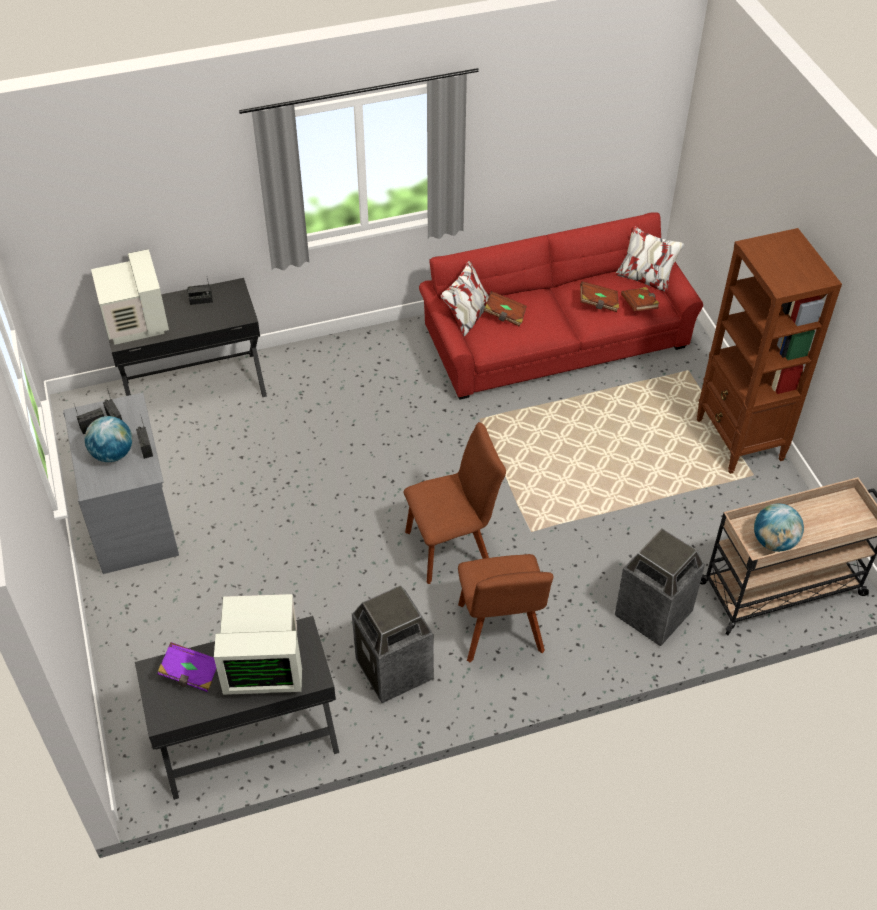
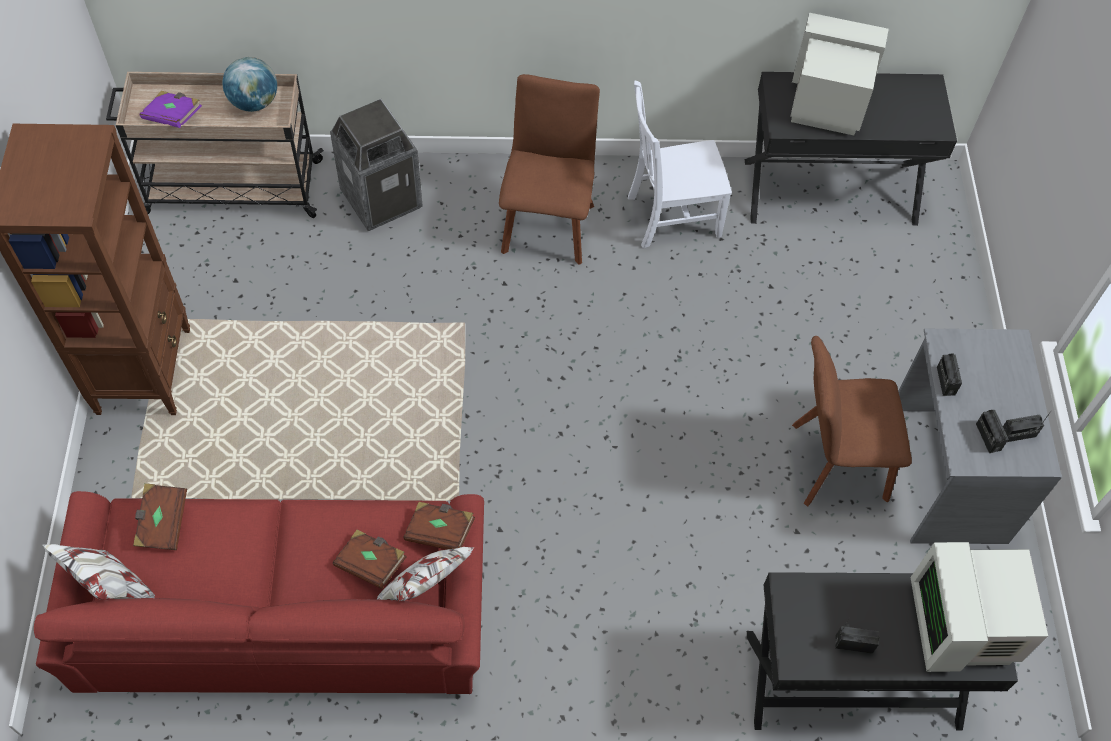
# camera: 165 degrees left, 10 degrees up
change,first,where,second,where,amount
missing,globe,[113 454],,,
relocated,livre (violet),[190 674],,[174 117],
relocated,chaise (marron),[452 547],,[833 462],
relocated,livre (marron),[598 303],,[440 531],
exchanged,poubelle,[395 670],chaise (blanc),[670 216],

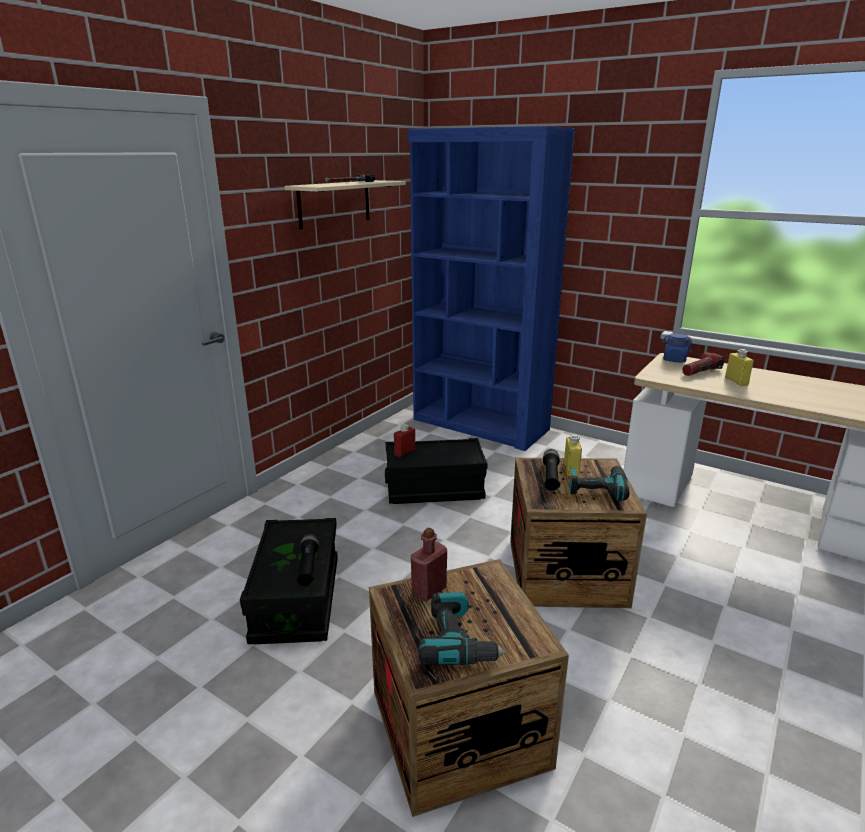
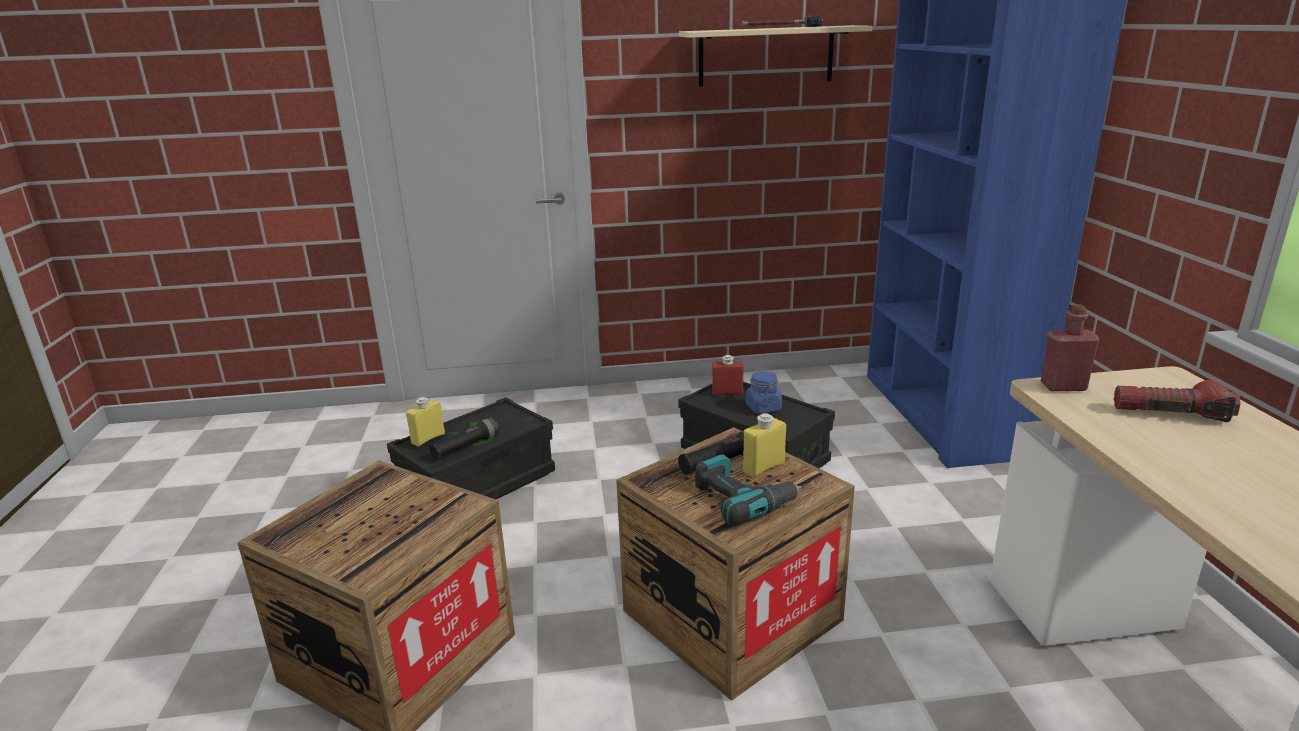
# camera: 50 degrees right, 0 degrees up
change,first,where,second,where,amount
missing,perceuse,[459 641],,,
relocated,bouteille (rouge),[429 591],,[1063 386],
relocated,bocal (bleu),[674 360],,[763 407],
relocated,bouteille (jaune),[736 381],,[428 438],

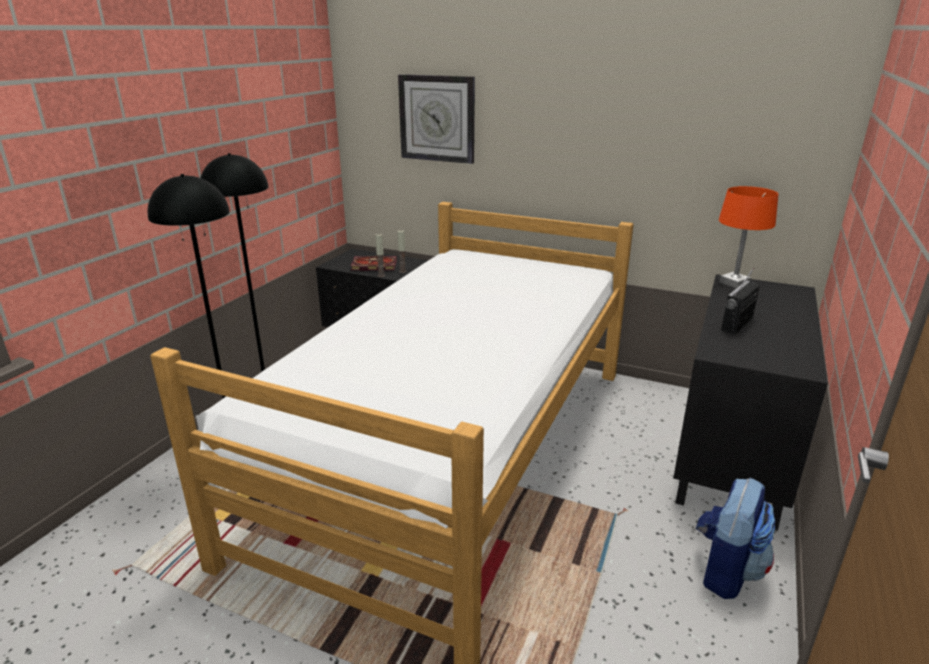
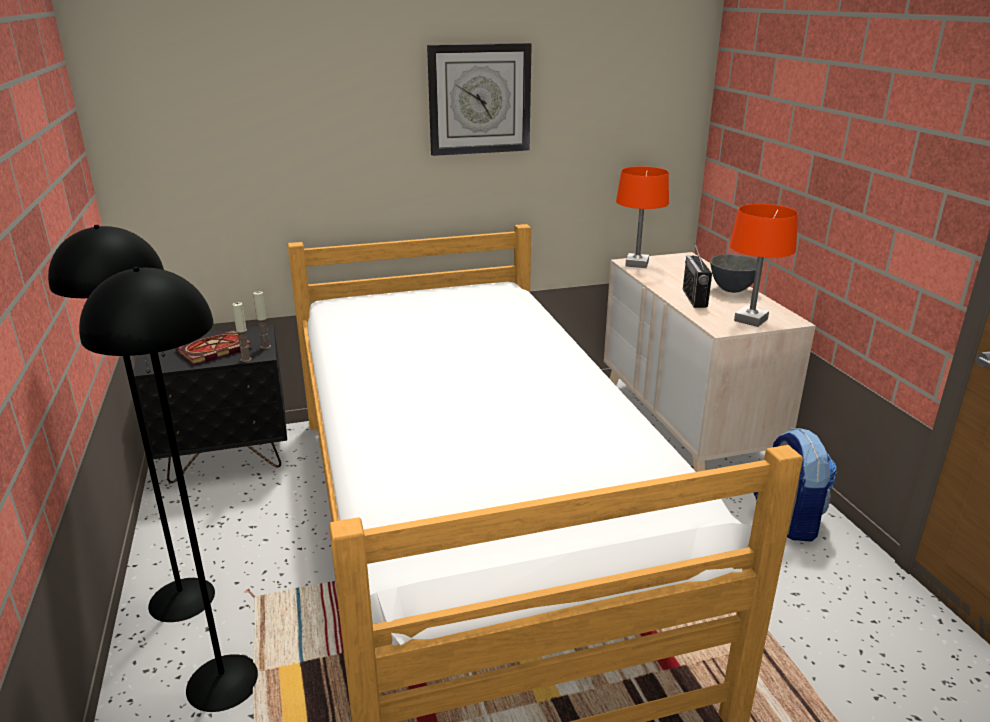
# camera: 40 degrees left, 0 degrees up
change,first,where,second,where,amount
appeared,,,bol (gris),[731 290],
appeared,,,lampe de table (orange),[750 320],
relocated,horloge murale,[437 118],,[479 99],
colour,commode (noir),[732 453],commode (beige),[685 424],

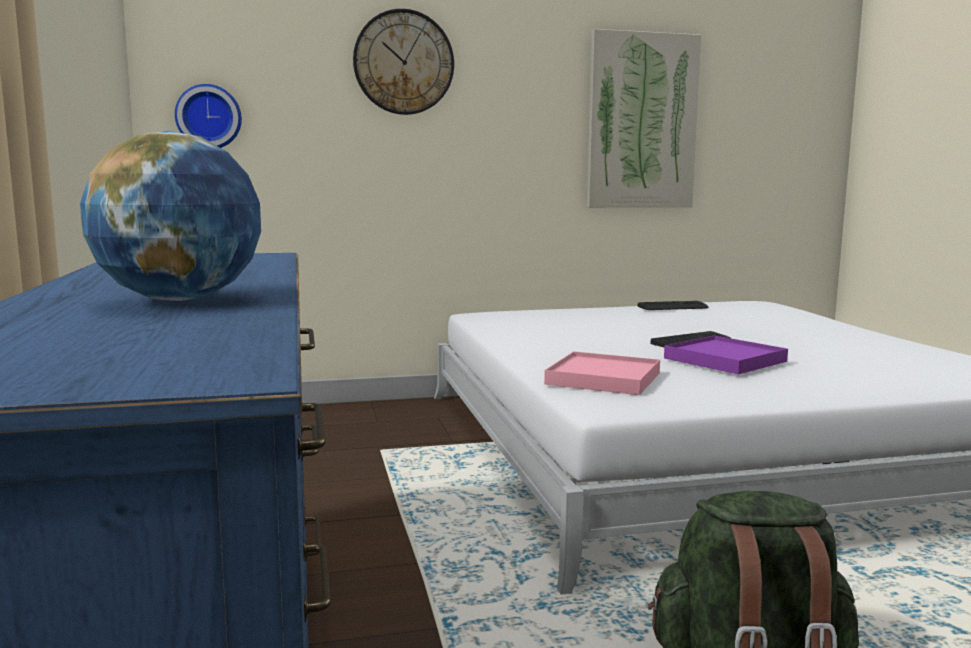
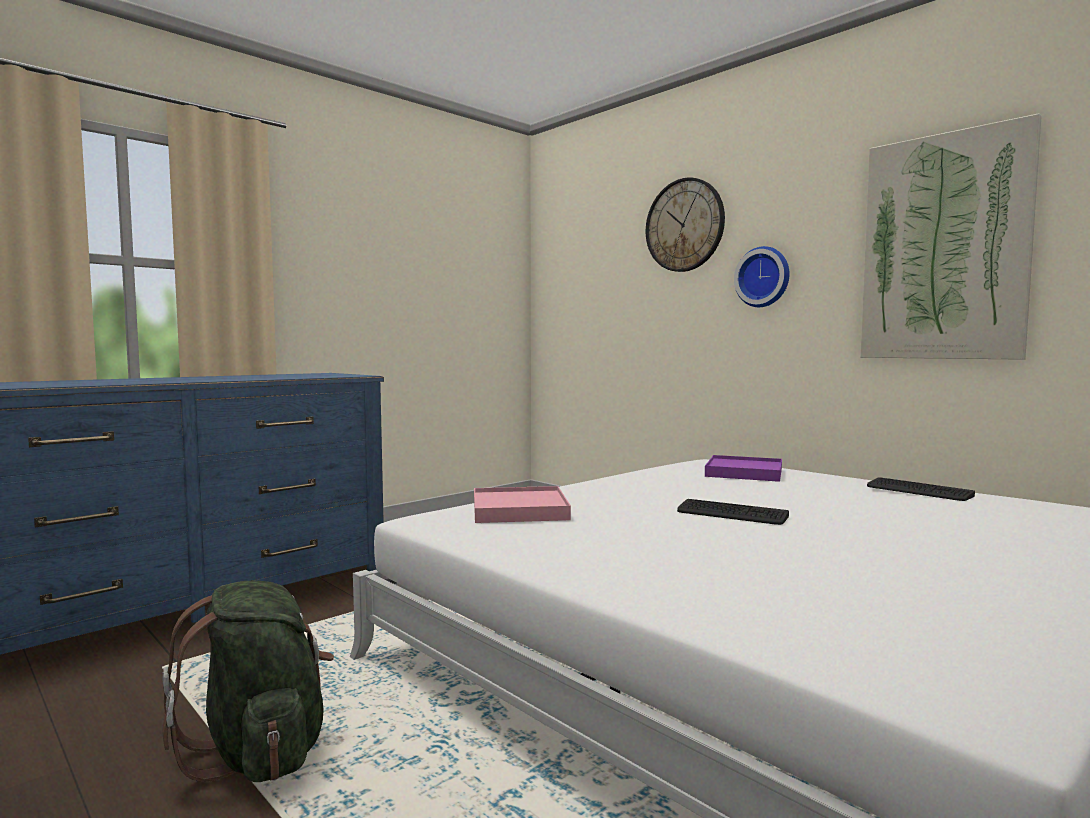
# camera: 60 degrees right, 5 degrees down
change,first,where,second,where,amount
missing,globe,[181 300],,,
relocated,horloge murale,[209 117],,[763 277],
relocated,plateau (violet),[725 360],,[744 472],

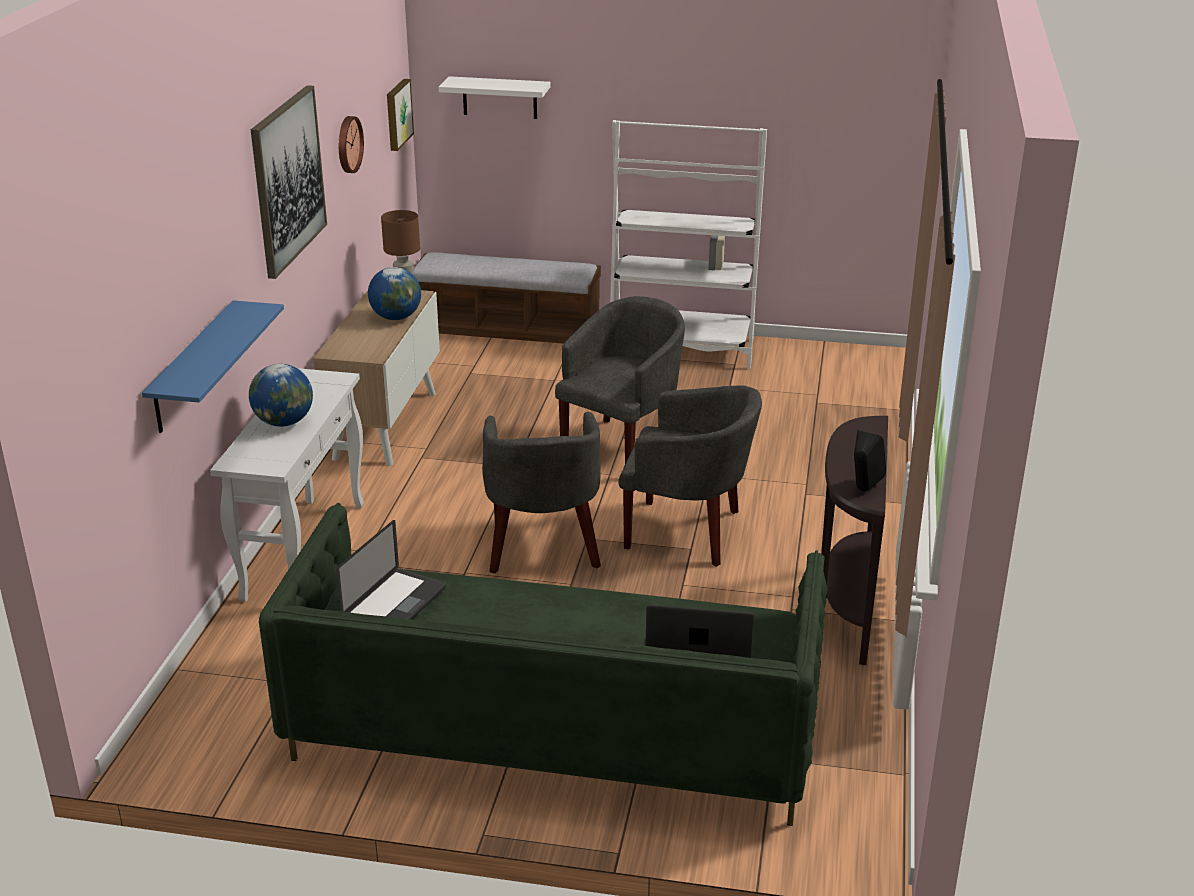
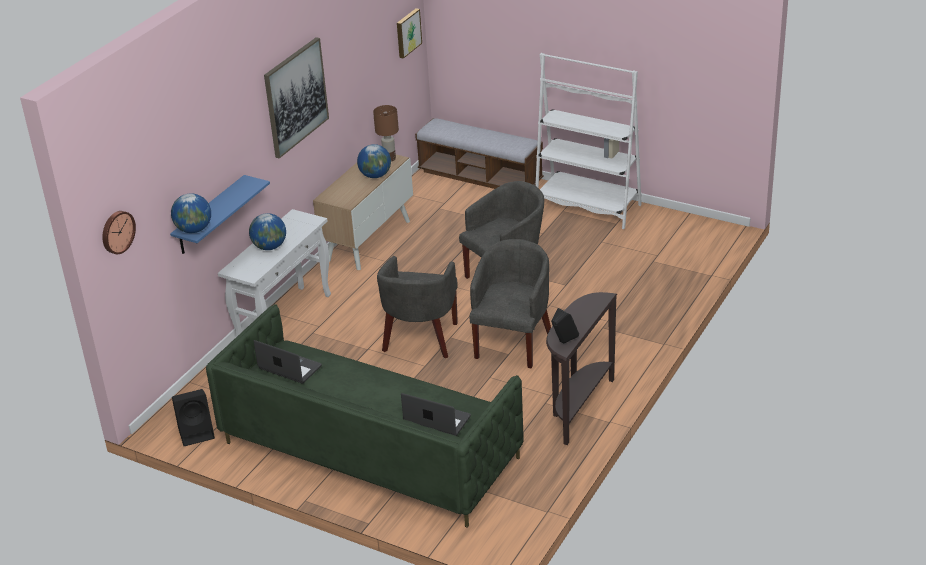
# camera: 20 degrees right, 5 degrees up
change,first,where,second,where,amount
missing,étagère (blanc),[499 97],,,
appeared,,,globe,[194 230],
appeared,,,enceinte (noir),[197 432],
relocated,horloge murale,[348 144],,[117 232],
spun,ordinateur portable,[395 604],,[290 367],105 degrees counterclockwise
spun,fauteuil (gris),[688 532],,[513 343],105 degrees counterclockwise

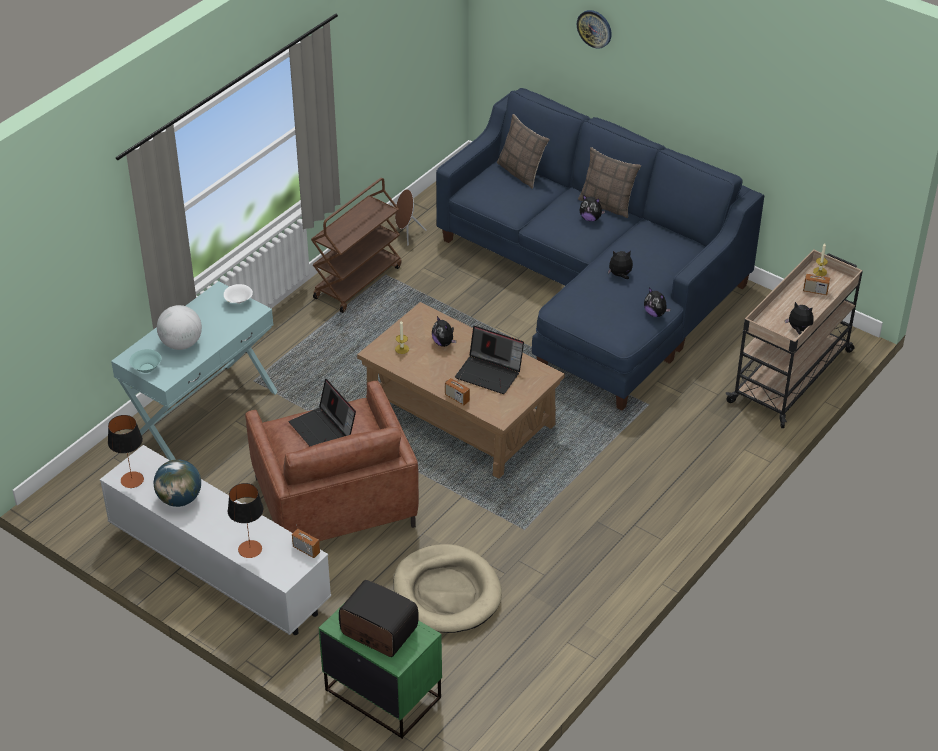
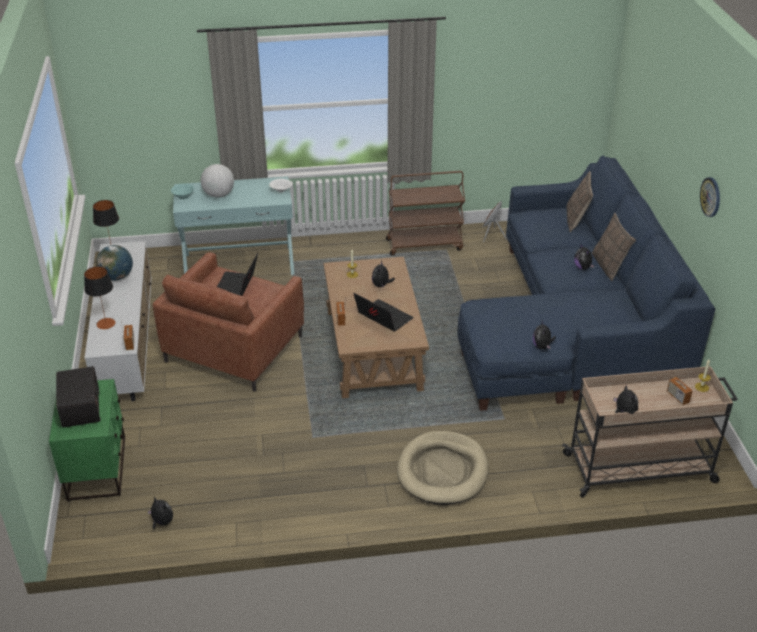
# camera: 45 degrees right, 5 degrees down
change,first,where,second,where,amount
relocated,panier pour chien (beige),[447 592],,[443 471],
relocated,horloge murale,[594 28],,[711 197],
relocated,peluche,[620 275],,[162 522],
spun,ordinateur portable,[490 373],,[382 318],150 degrees clockwise

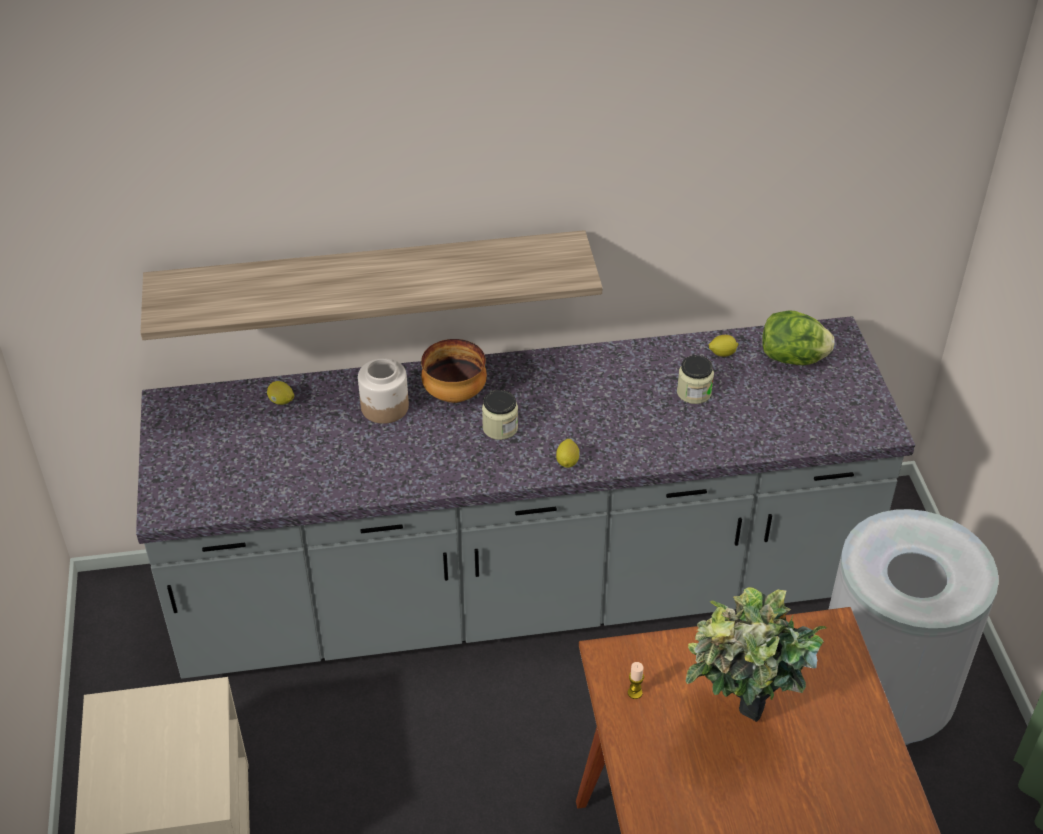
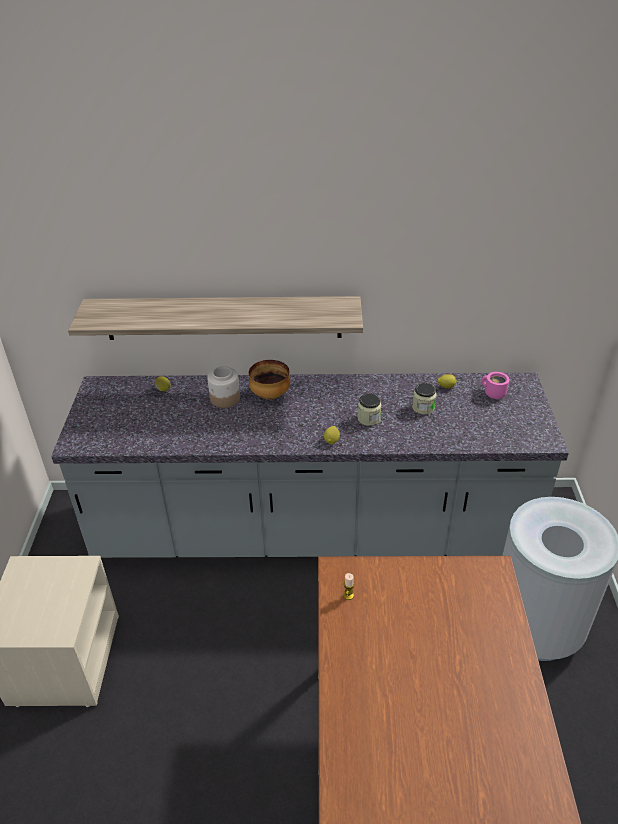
# camera: 10 degrees right, 5 degrees down
change,first,where,second,where,amount
missing,plante en pot,[735 735],,,
relocated,bocal,[500 428],,[368 418],
exchanged,laitue,[793 358],mug (rose),[492 393],

